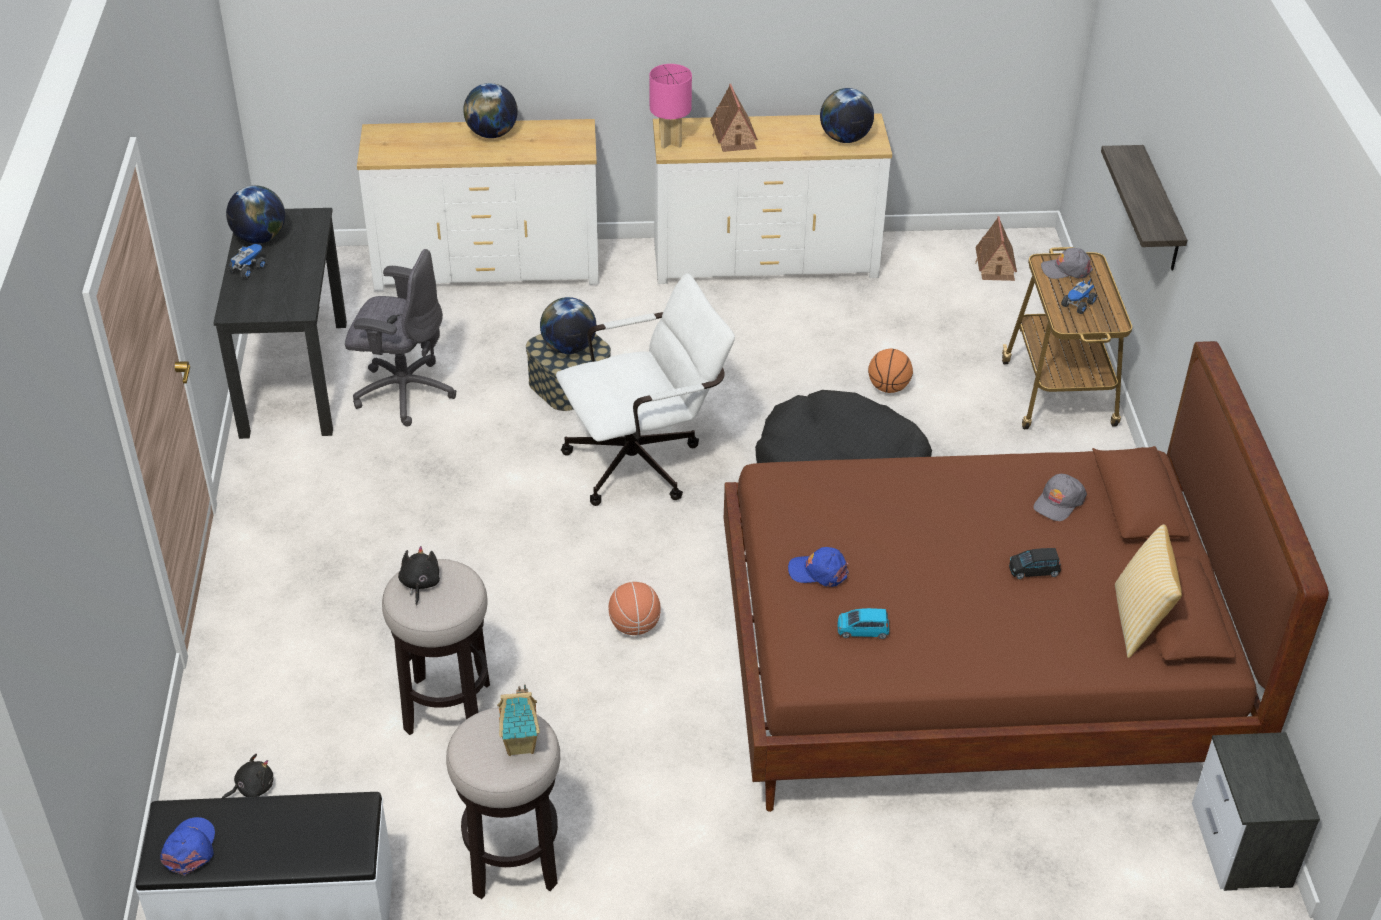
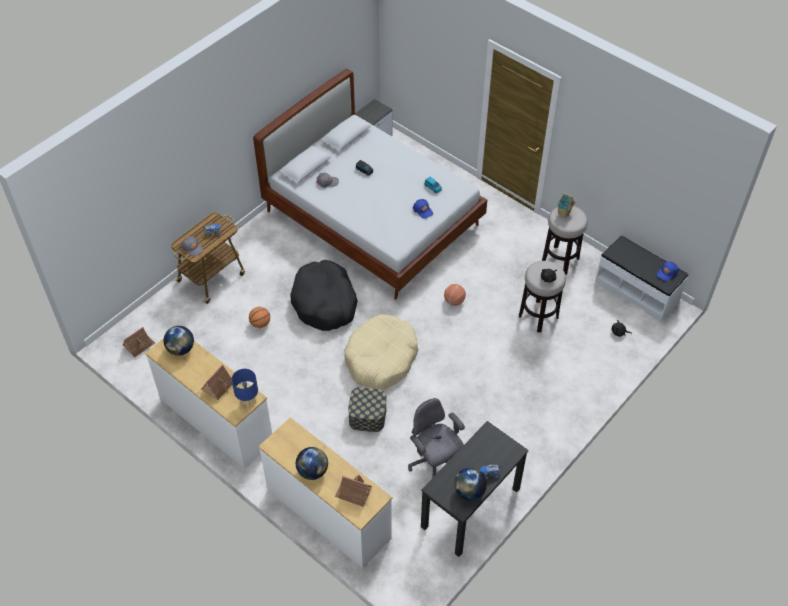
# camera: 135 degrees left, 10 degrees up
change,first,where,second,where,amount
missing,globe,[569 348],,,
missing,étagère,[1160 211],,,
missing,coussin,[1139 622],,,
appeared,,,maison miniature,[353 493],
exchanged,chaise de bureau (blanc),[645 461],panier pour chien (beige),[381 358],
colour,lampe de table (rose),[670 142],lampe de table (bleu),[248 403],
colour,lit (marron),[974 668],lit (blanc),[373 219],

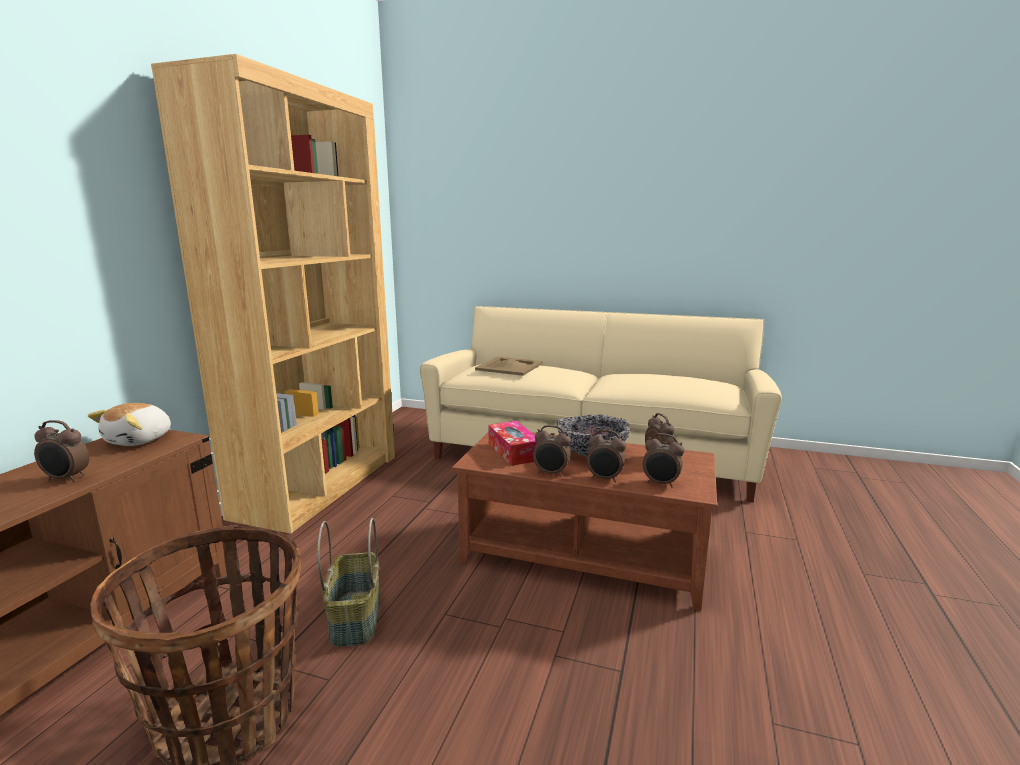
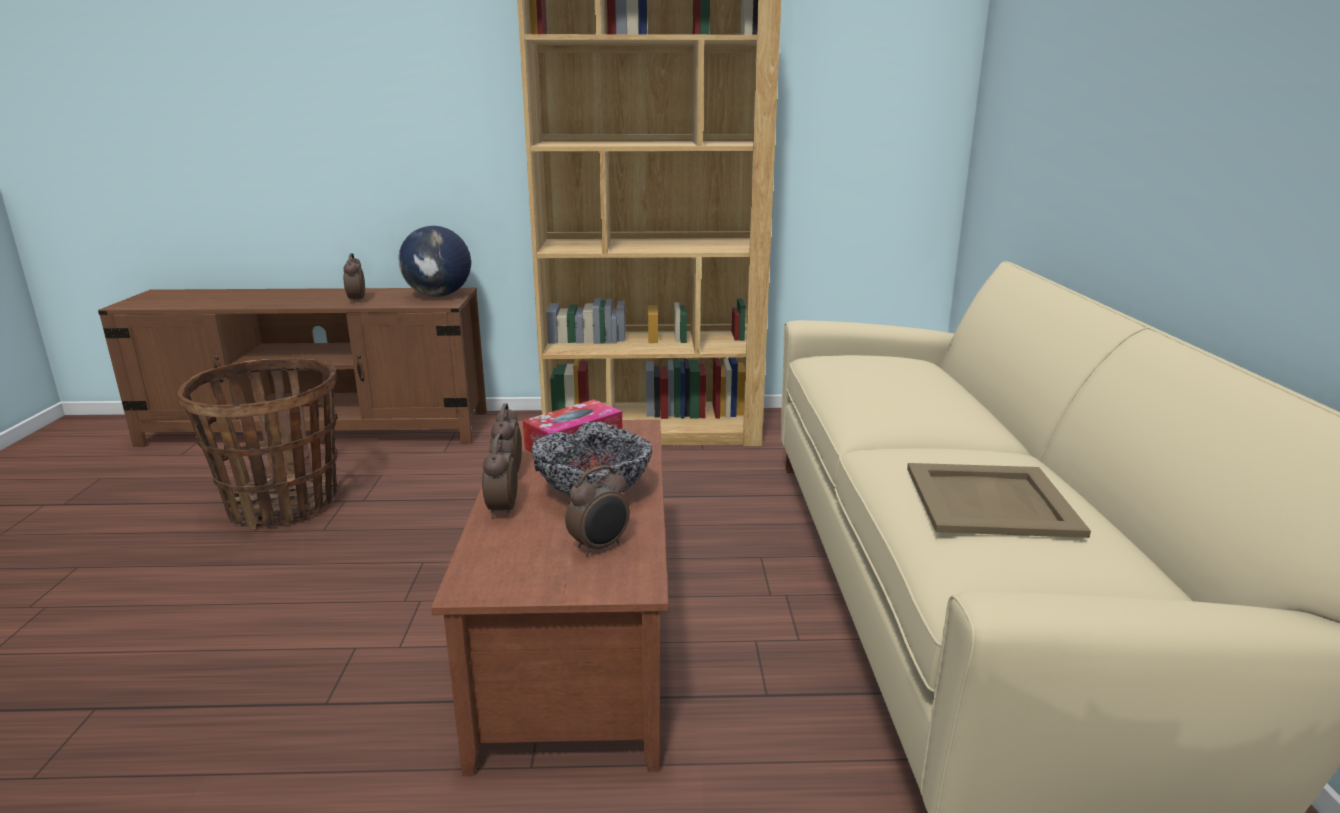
# camera: 70 degrees right, 5 degrees up
change,first,where,second,where,amount
missing,panier,[354 617],,,
missing,réveil,[661 483],,,
relocated,plateau (beige),[510 366],,[992 501],
exchanged,peluche,[140 440],globe,[439 295],

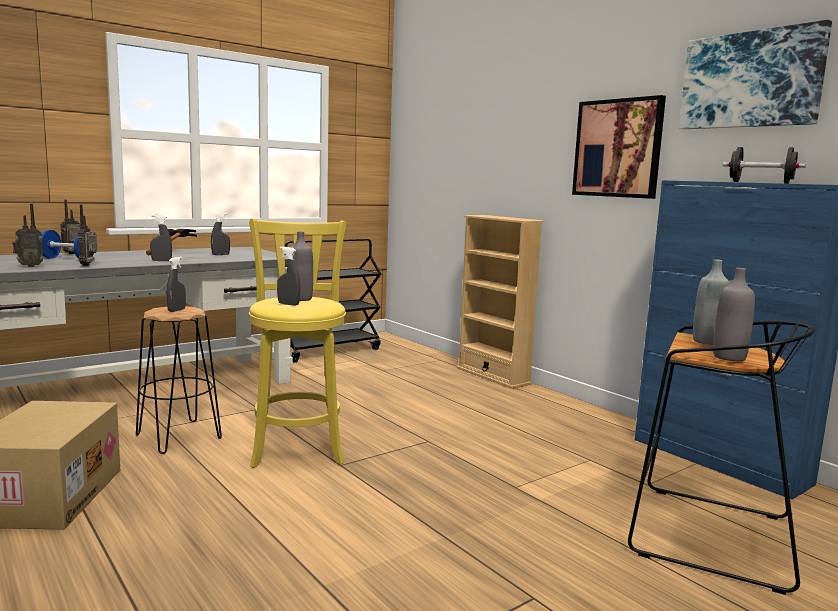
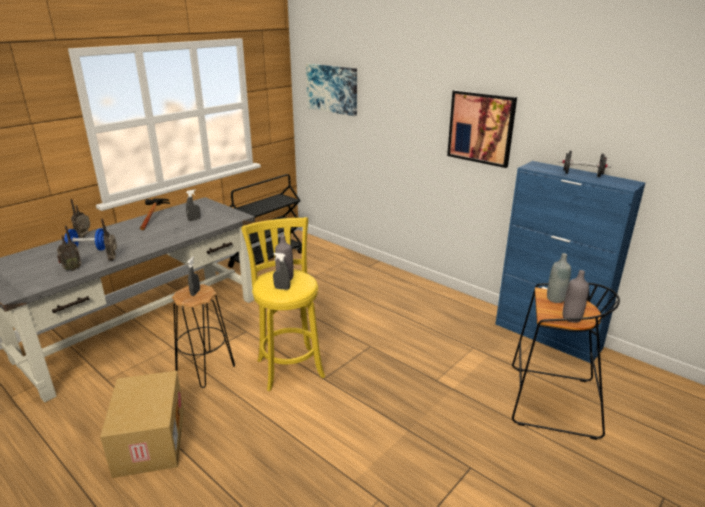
# camera: 10 degrees left, 15 degrees up
change,first,where,second,where,amount
missing,vaporisateur (gris),[161 261],,,
missing,bibliothèque (beige),[493 376],,,
relocated,tableau,[751 80],,[332 89],

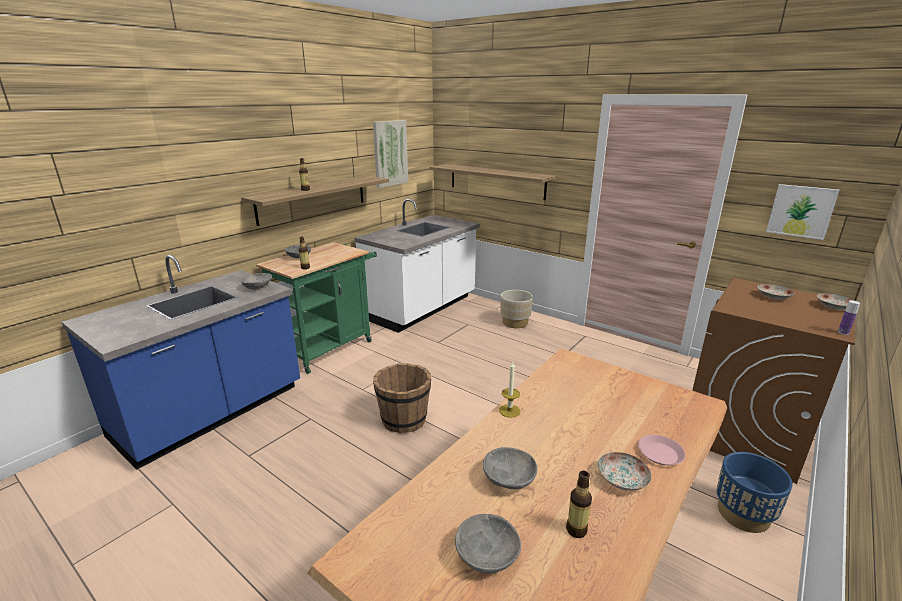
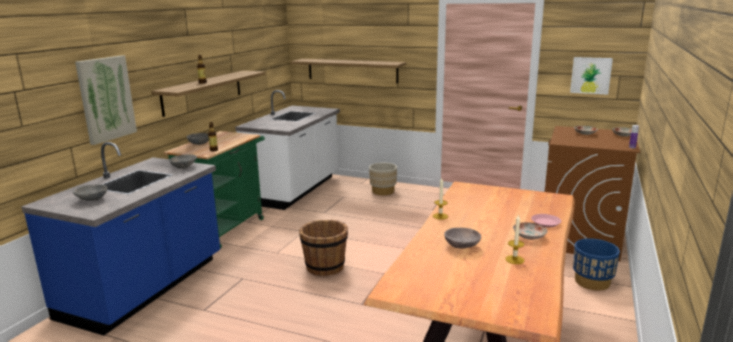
# camera: 15 degrees left, 5 degrees down
change,first,where,second,where,amount
relocated,tableau,[390 153],,[106 99],
relocated,bol (gris),[486 557],,[91 200],
exchanged,bouteille,[576 530],bougie,[514 259],

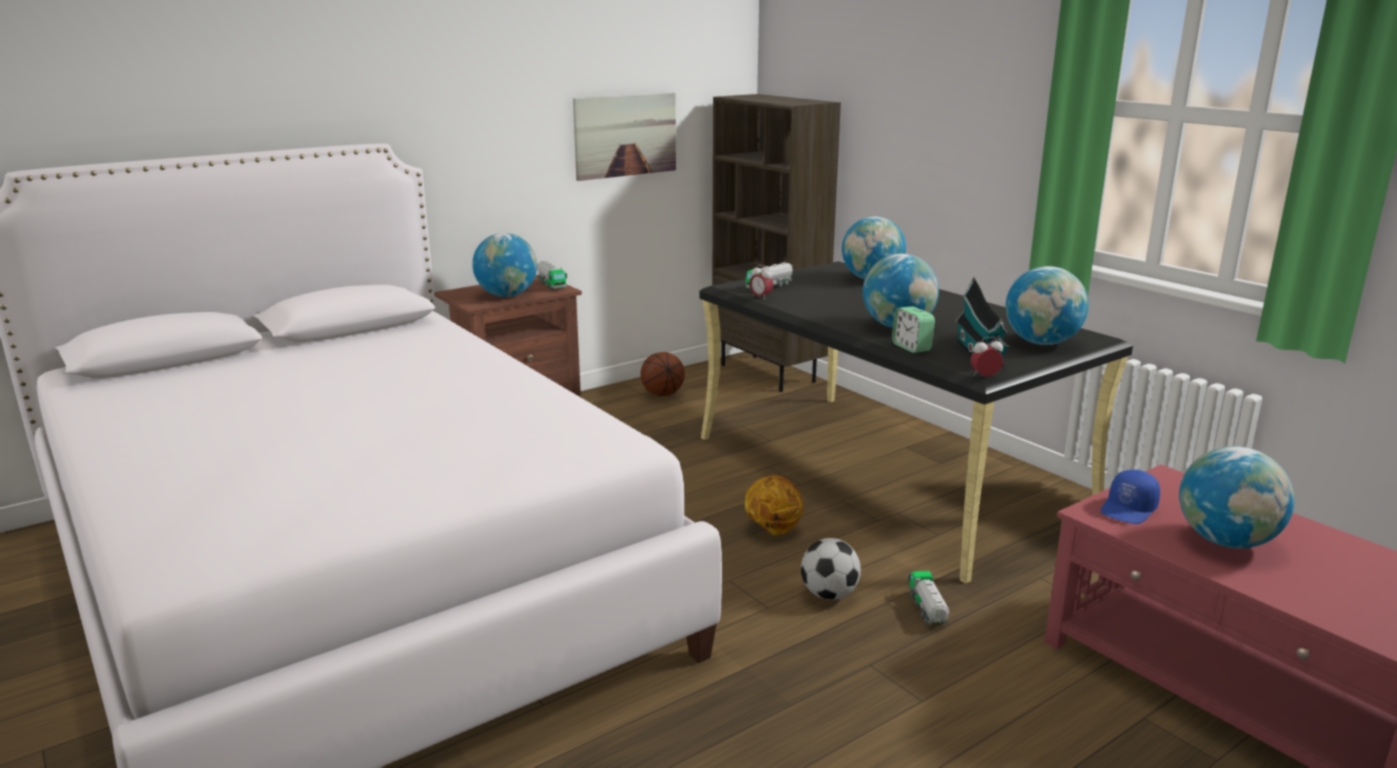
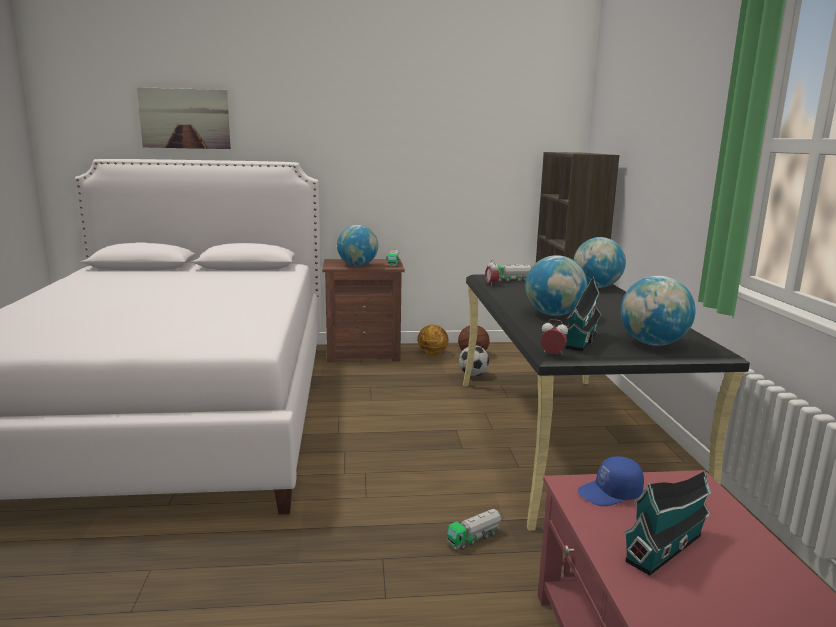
# camera: 30 degrees right, 5 degrees down
change,first,where,second,where,amount
missing,réveil,[911 347],,,
relocated,tableau,[625 135],,[185 118],
relocated,ballon de basket,[773 529],,[432 354],
relocated,ballon de foot,[828 594],,[473 375],
exchanged,globe,[1226 541],maison miniature,[666 547],
spun,camion jouet,[927 610],,[474 538],150 degrees counterclockwise

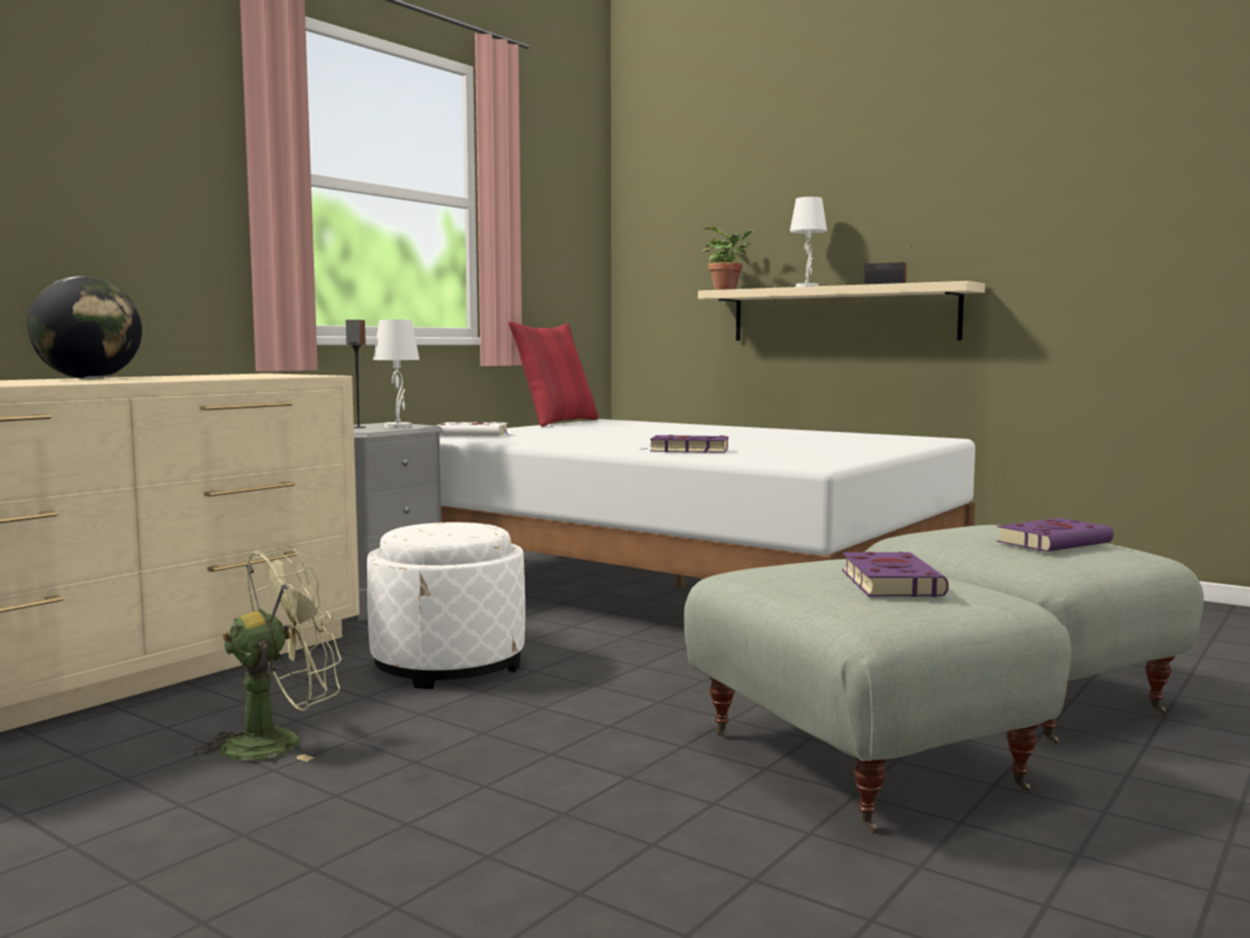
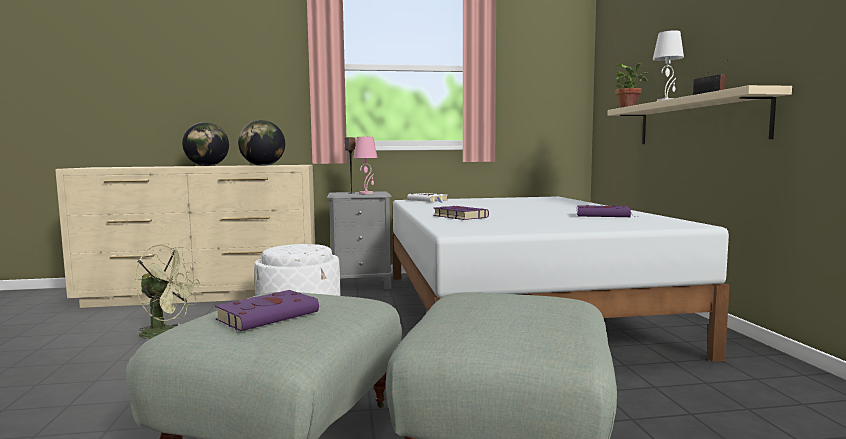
# camera: 45 degrees right, 0 degrees up
change,first,where,second,where,amount
missing,coussin (rouge),[557 422],,,
appeared,,,globe,[262 165],
relocated,livre (violet),[1055 542],,[604 215],
colour,lampe de table (blanc),[398 427],lampe de table (rose),[366 193],

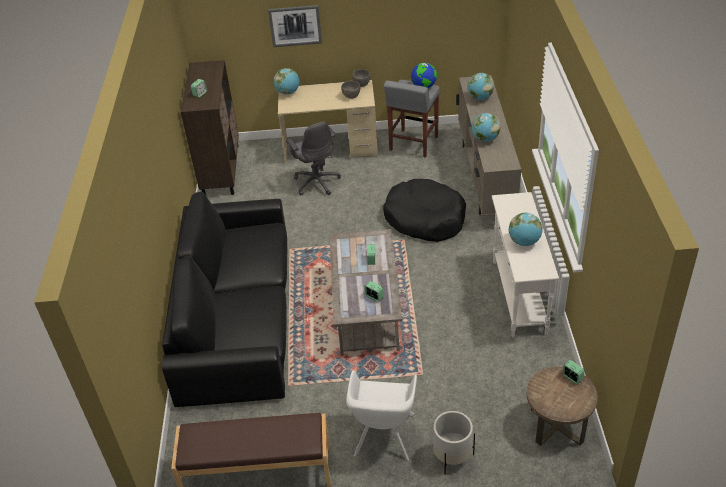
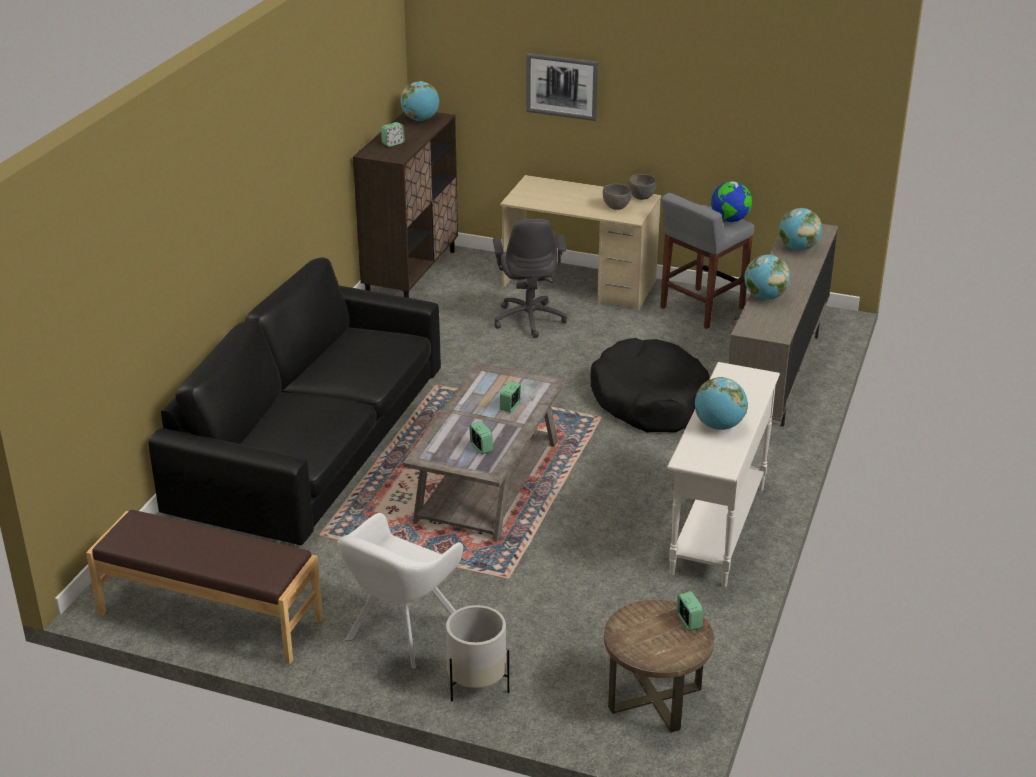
# camera: 20 degrees right, 10 degrees down
change,first,where,second,where,amount
relocated,globe,[288 92],,[420 120],

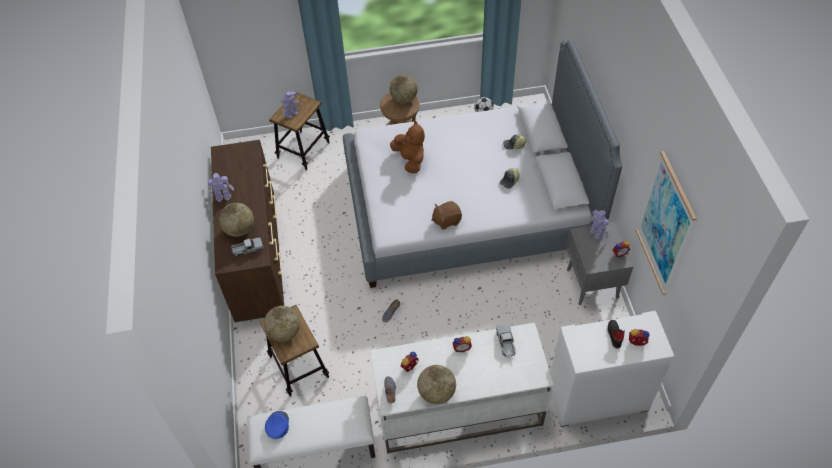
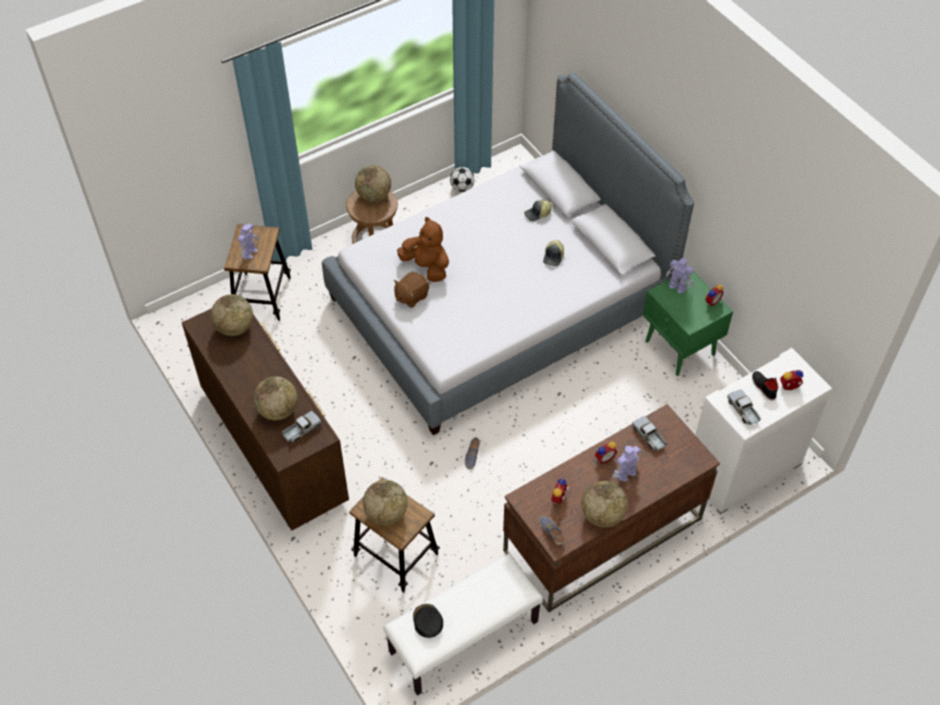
# camera: 25 degrees left, 0 degrees up
change,first,where,second,where,amount
missing,tableau,[665 225],,,
appeared,,,globe,[235 328],
appeared,,,camion jouet,[743 410],
relocated,robot jouet,[223 197],,[625 473],
relocated,peluche (marron),[446 220],,[411 296],
colour,casquette (bleu),[277 425],casquette (noir),[427 622],
colour,bureau (blanc),[458 409],bureau (marron),[602 535],
colour,table de chevet (gris),[592 284],table de chevet (vert),[680 348],

